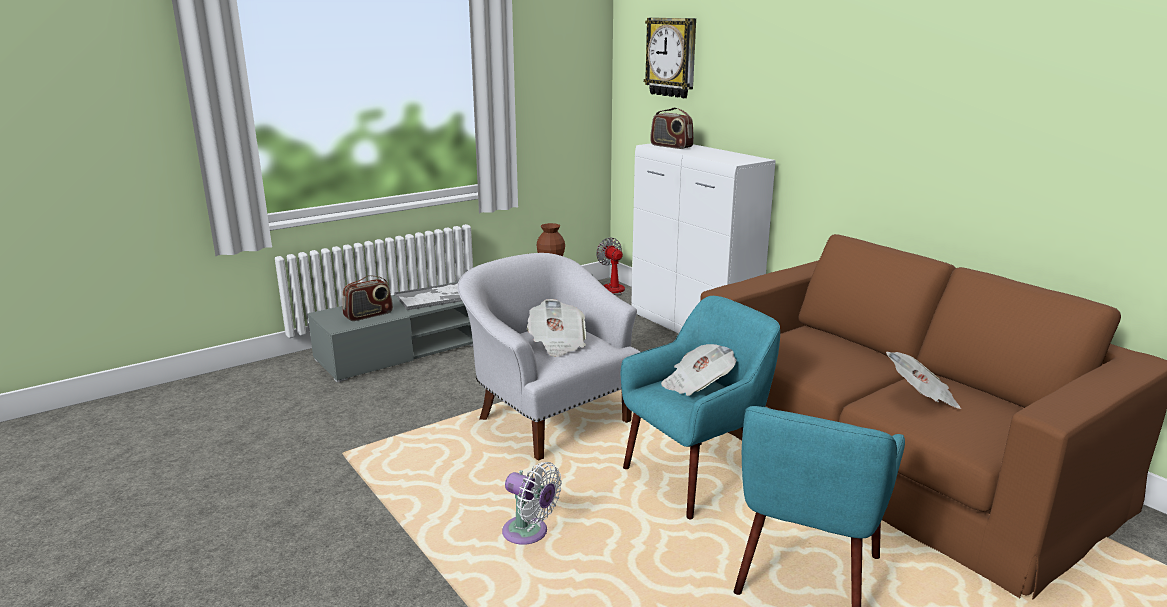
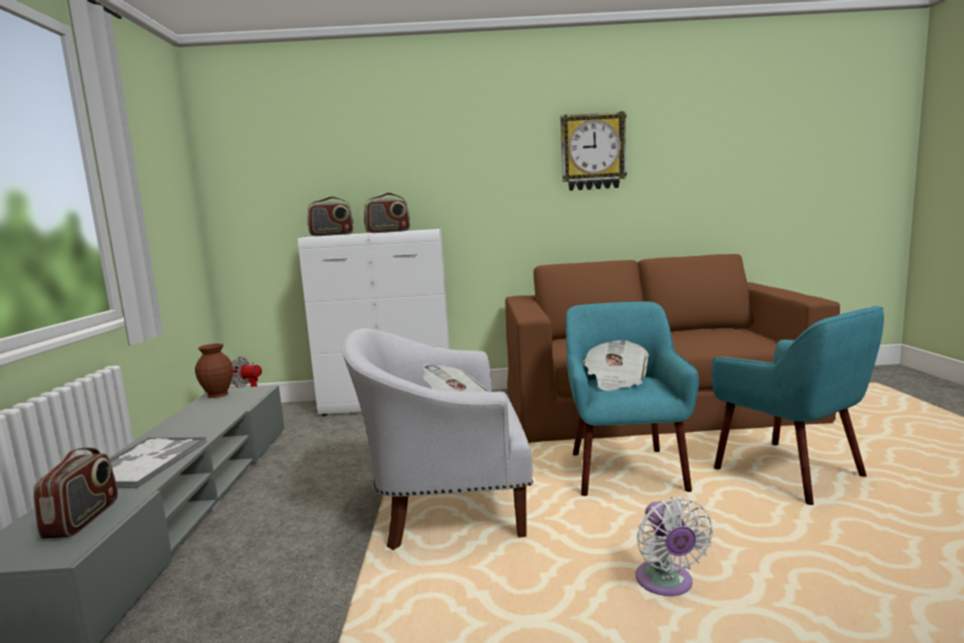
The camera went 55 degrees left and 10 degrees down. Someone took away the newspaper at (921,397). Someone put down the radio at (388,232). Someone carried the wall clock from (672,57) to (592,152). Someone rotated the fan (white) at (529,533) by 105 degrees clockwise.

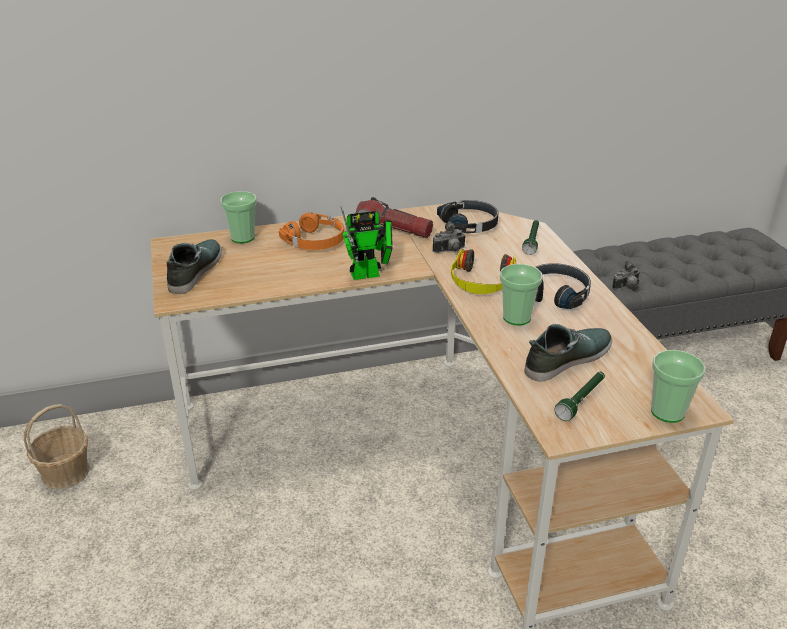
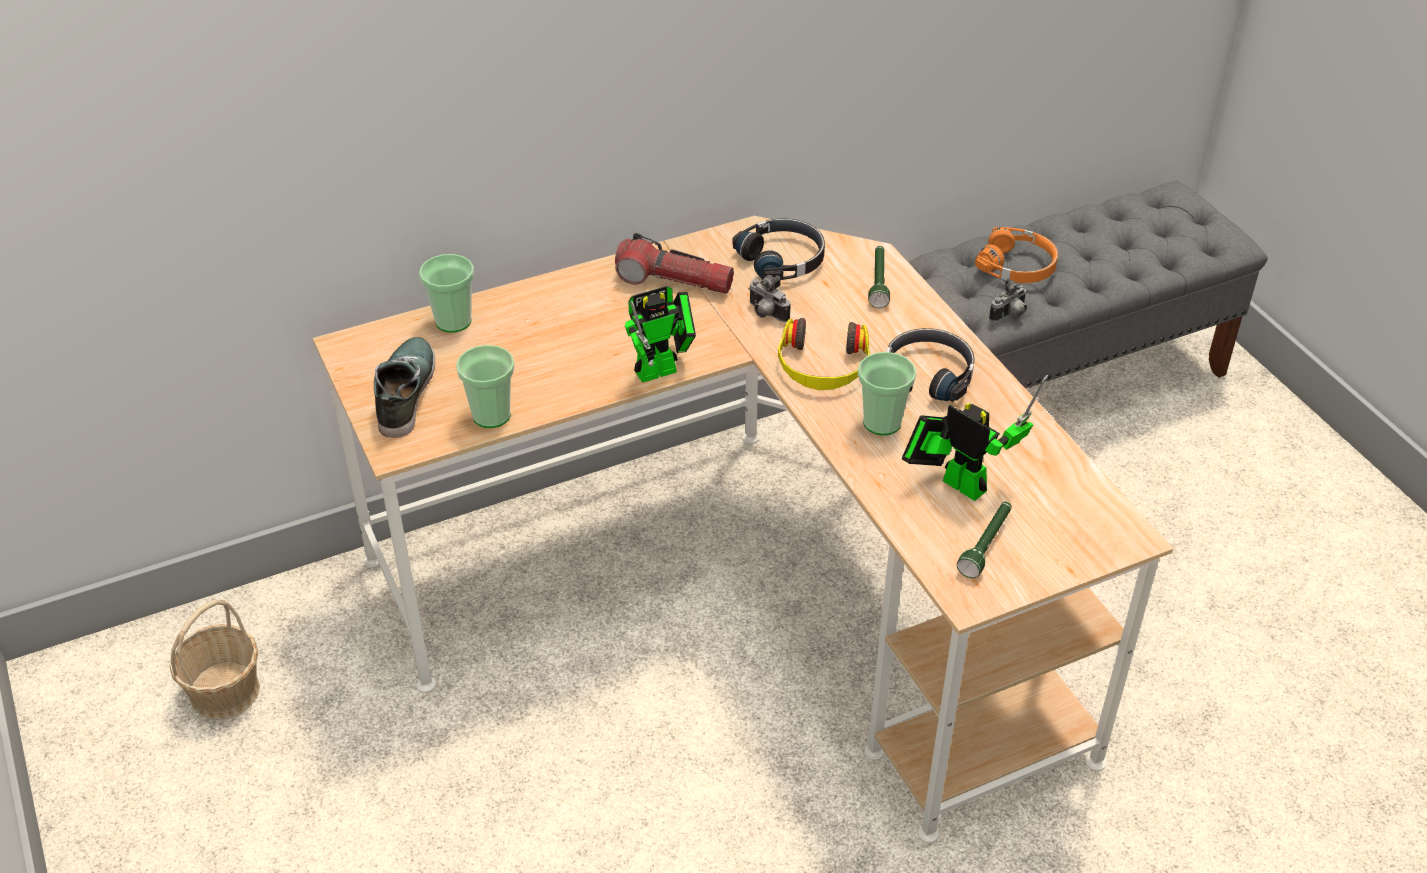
The camera went 10 degrees left and 10 degrees up. Someone carried the headphones (orange) from (315,241) to (1017,266). Someone carried the cup from (667,412) to (491,415). Someone swapped the shoe at (566,358) for the toy robot at (958,482). Someone rotated the photo camera at (450,251) by 75 degrees clockwise.

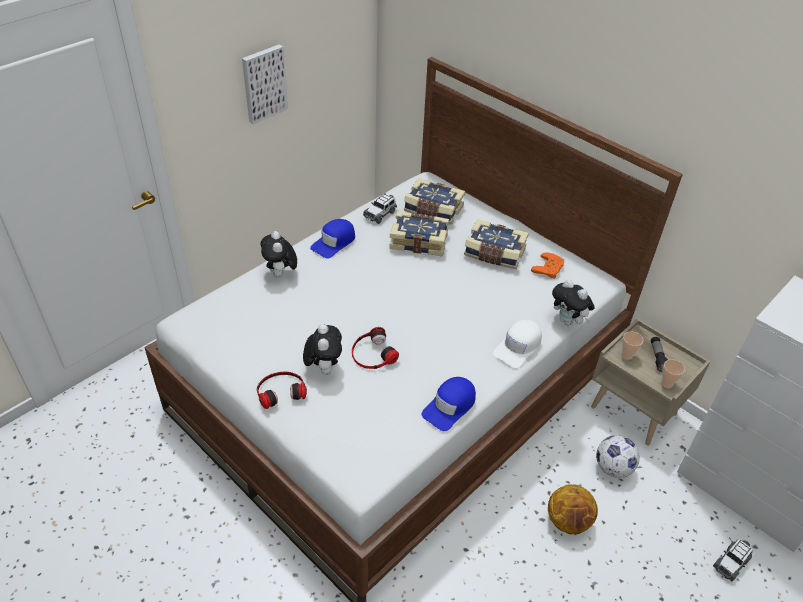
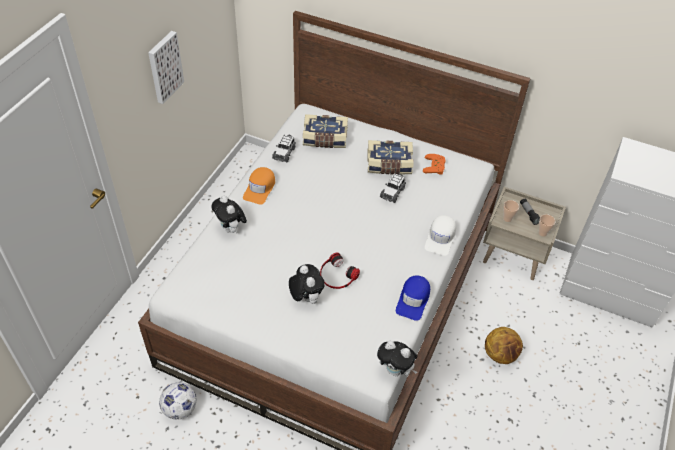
The camera went 20 degrees left and 5 degrees up. Someone took away the headphones at (280,391). Someone took away the book at (419,240). Someone carried the plush toy from (568,321) to (395,370). Someone carried the football from (613,468) to (180,409). Someone carried the toy car from (731,563) to (393,192). Someone repainted the cap (blue) at (334,242), which became the cap (orange) at (260,188).

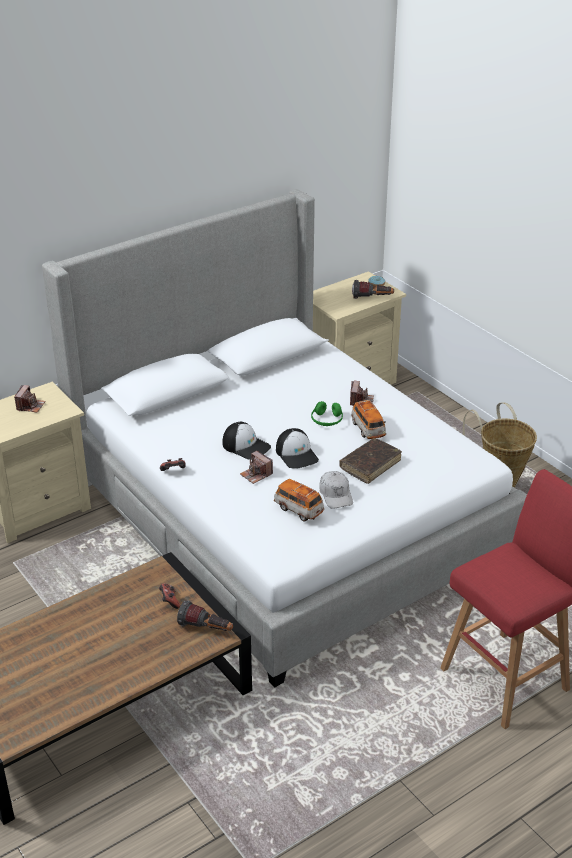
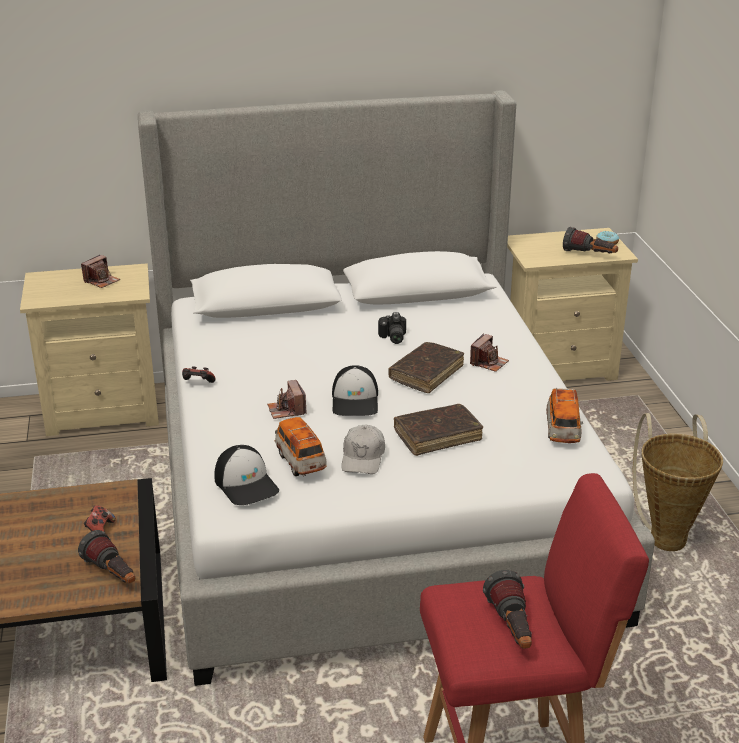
The camera went 25 degrees right and 5 degrees down. Someone put down the photo camera at (392,338). Someone put down the flashlight at (512,629). Someone carried the cap from (246,446) to (246,484). Someone carried the toy car from (368,429) to (562,430). Someone swapped the headphones (green) at (327,420) for the book (brown) at (426,373).

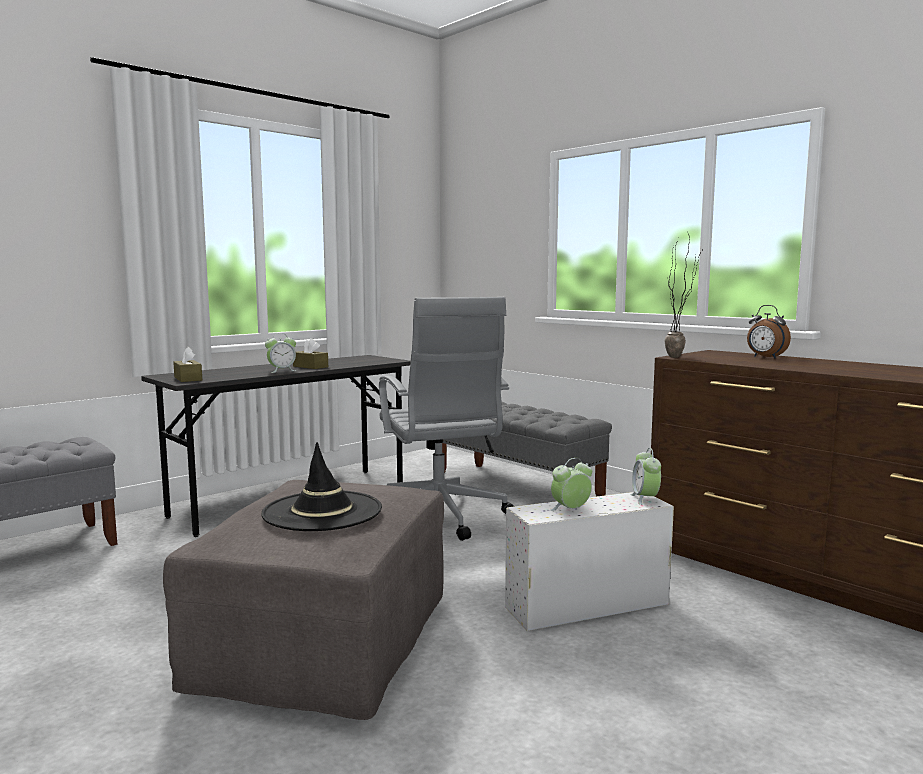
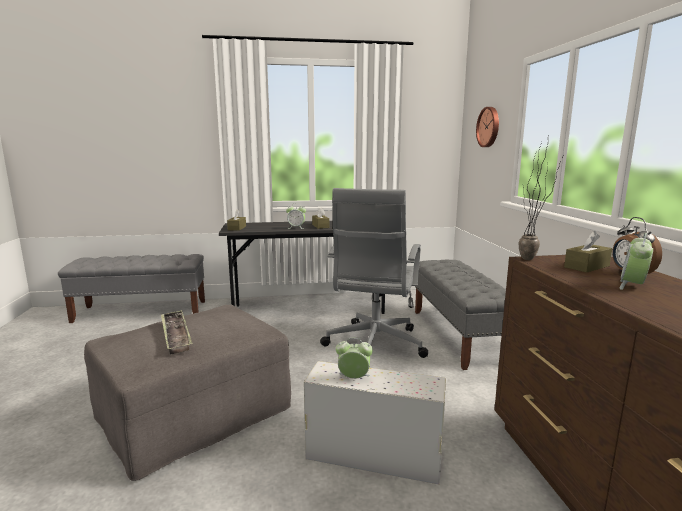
The camera went 35 degrees right and 5 degrees up. Someone put up the wall clock at (489,127). Someone put down the tissue box (brown) at (586,266). Someone carried the alarm clock from (645,499) to (632,286). Someone swapped the hat (black) at (322,511) for the tray at (176,335).

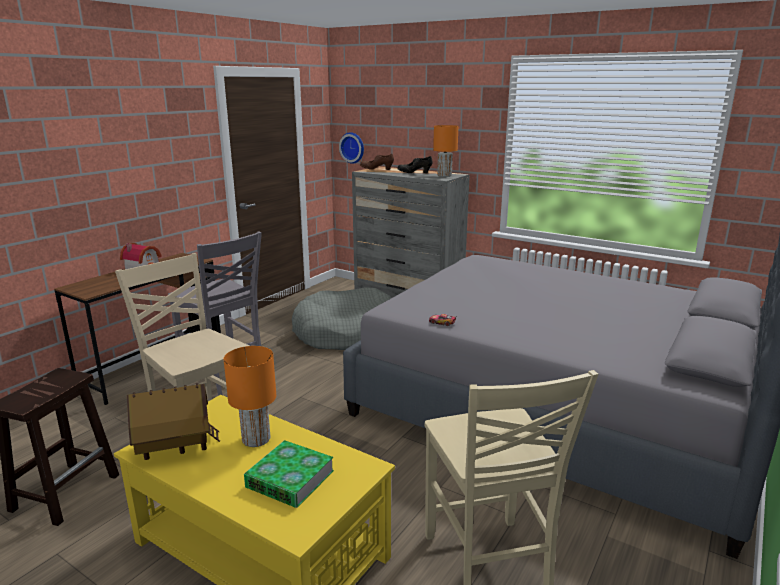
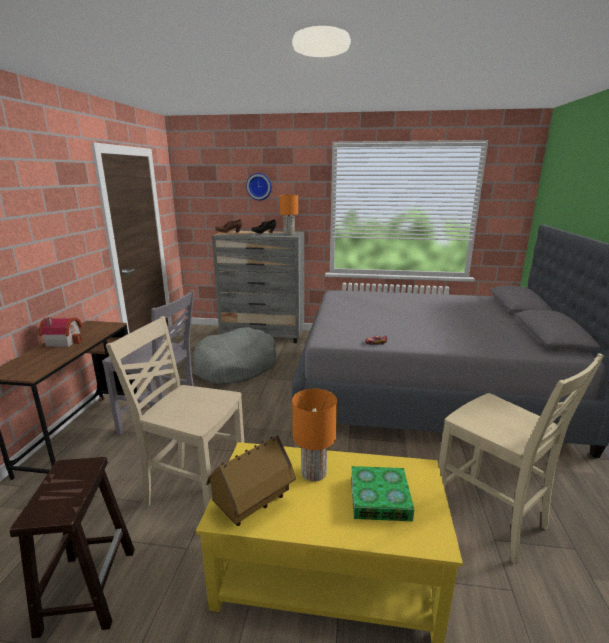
The camera went 25 degrees left and 0 degrees up. Someone carried the wall clock from (353,147) to (259,186).

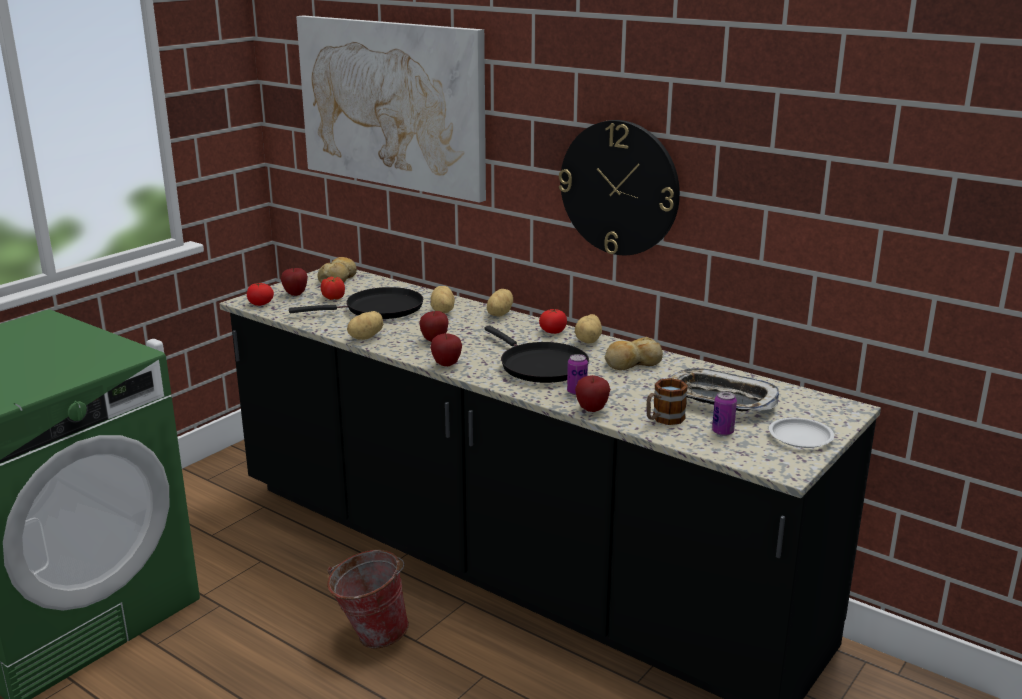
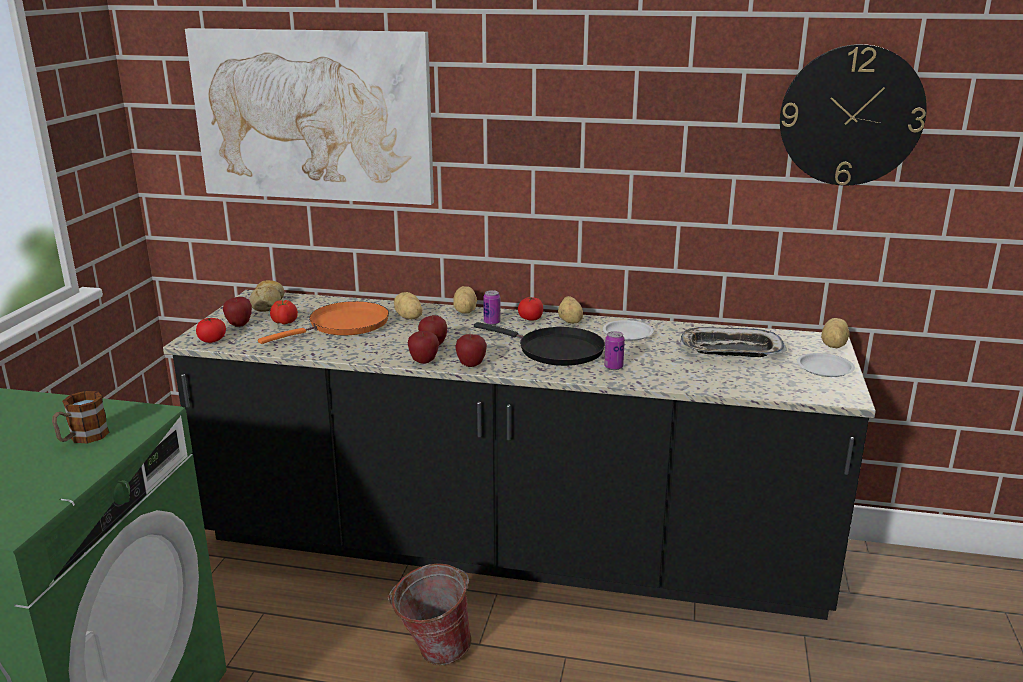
The camera went 25 degrees left and 0 degrees up. Someone carried the potato from (365,337) to (832,345). Someone carried the wall clock from (619,188) to (851,116). Someone carried the apple from (592,409) to (424,362). Someone carried the mug from (663,419) to (82,438). Someone carried the can from (722,432) to (492,322). Someone swapped the bread at (632,363) for the plate (white) at (628,334). Someone repainted the frying pan (black) at (379,309), which became the frying pan (orange) at (344,325).

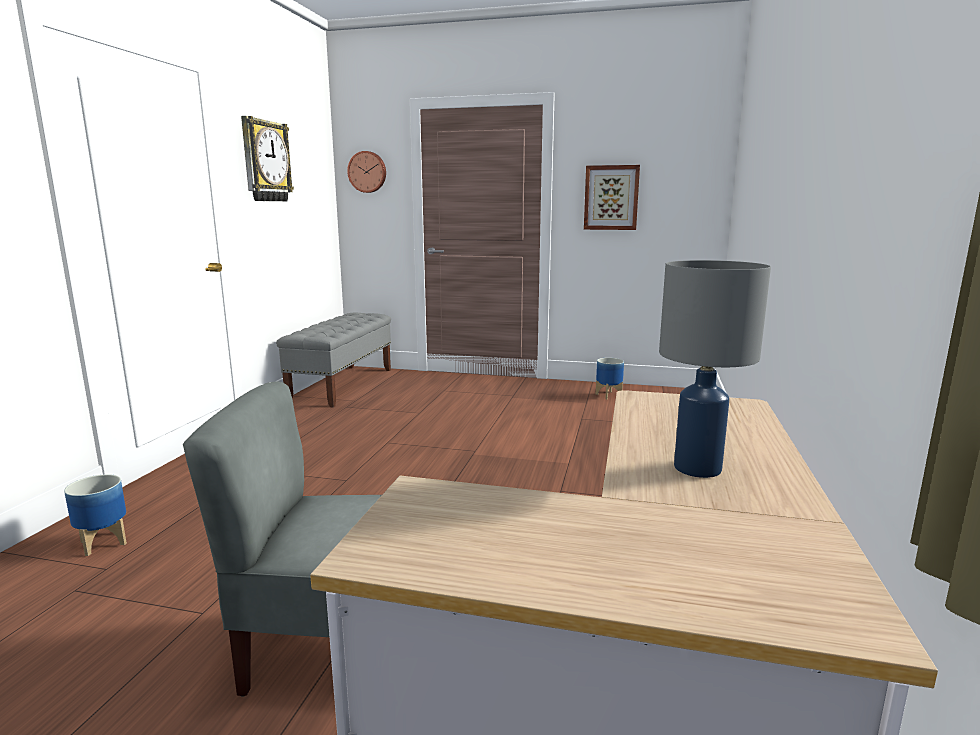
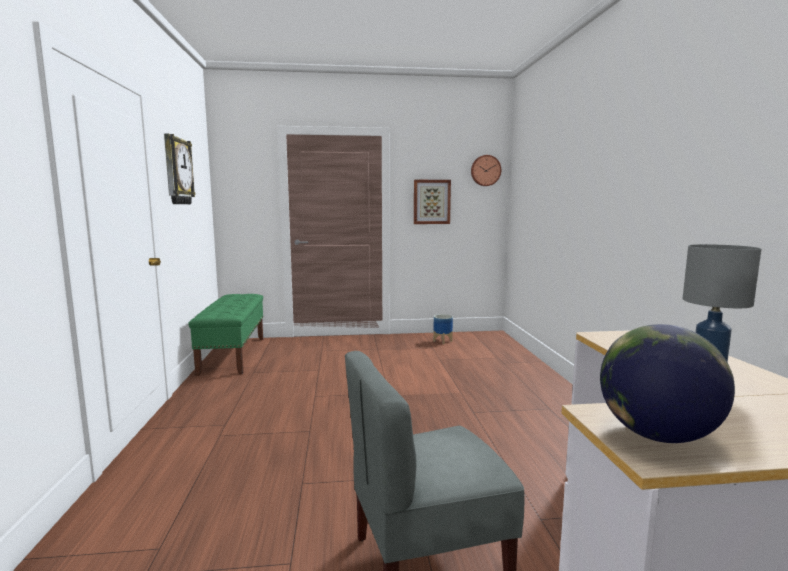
The camera went 20 degrees left and 5 degrees down. Someone took away the planter at (102,543). Someone put down the globe at (657,436). Someone carried the wall clock from (367,172) to (485,170). Someone repainted the bench (grey) at (342,385), which became the bench (green) at (233,355).

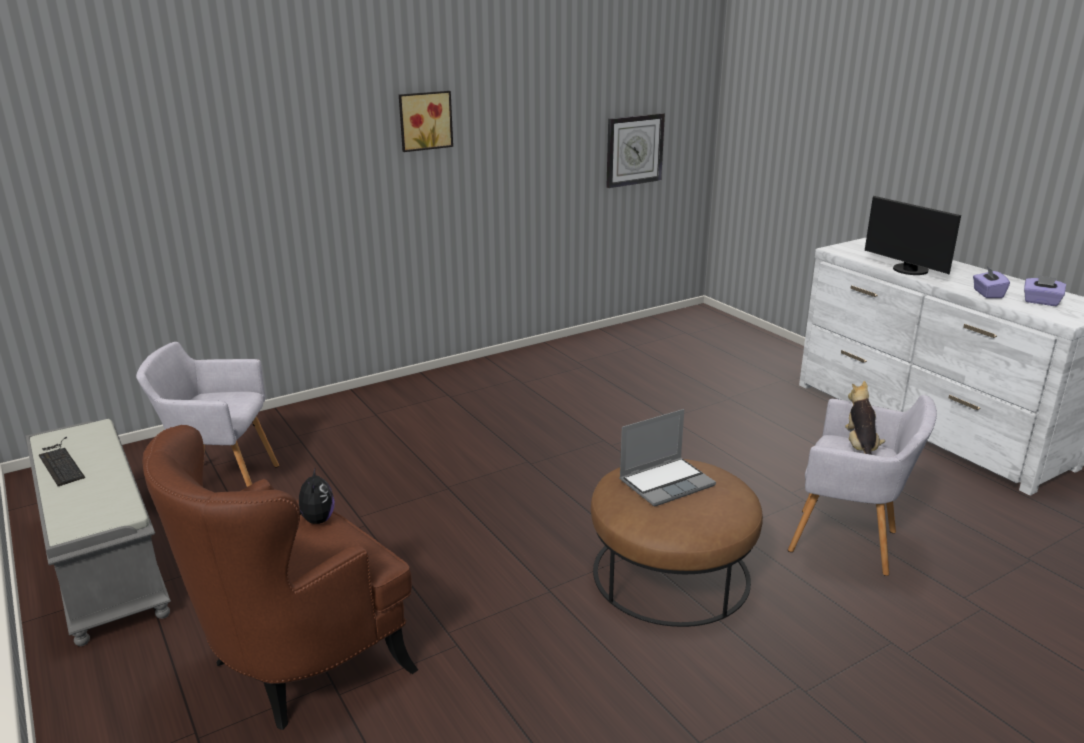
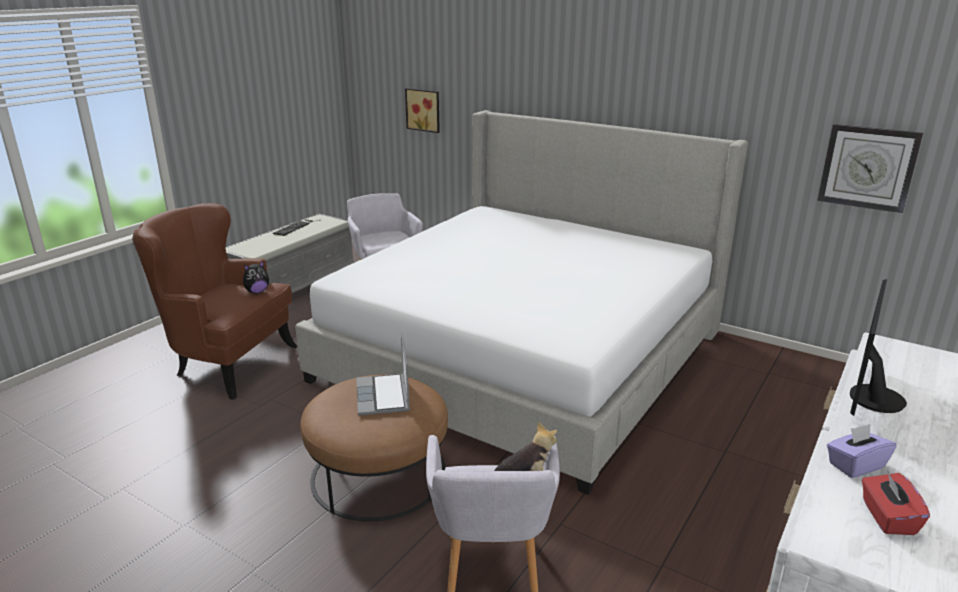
The camera went 65 degrees right and 0 degrees up. Someone put down the bed at (523,355). Someone carried the picture from (424,120) to (424,110). Someone repainted the tissue box (purple) at (1041,302), which became the tissue box (red) at (887,518). Someone rotated the laptop at (666,482) by 45 degrees clockwise.

